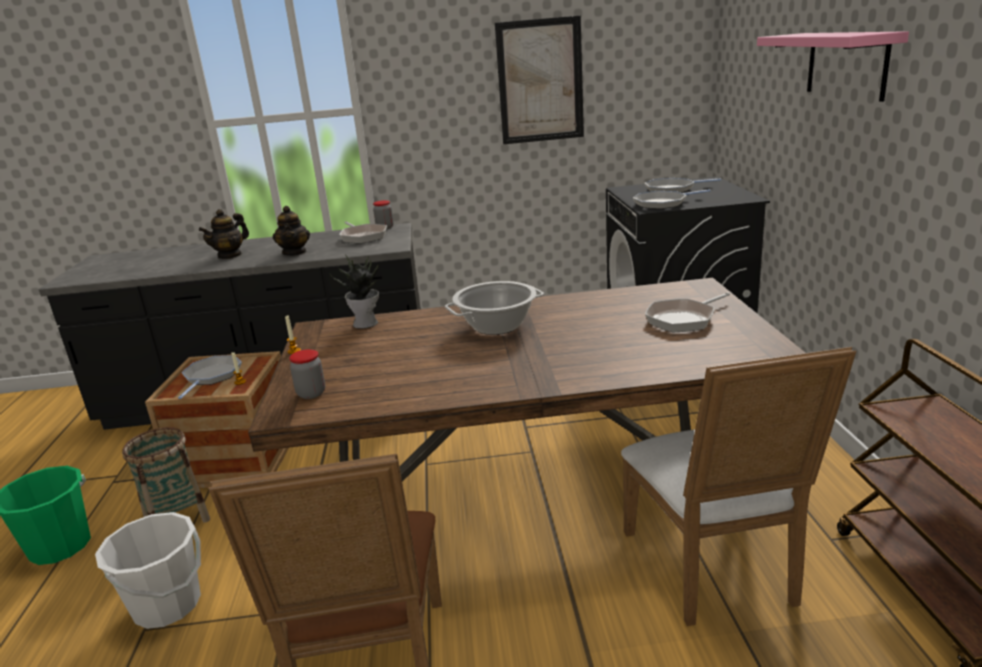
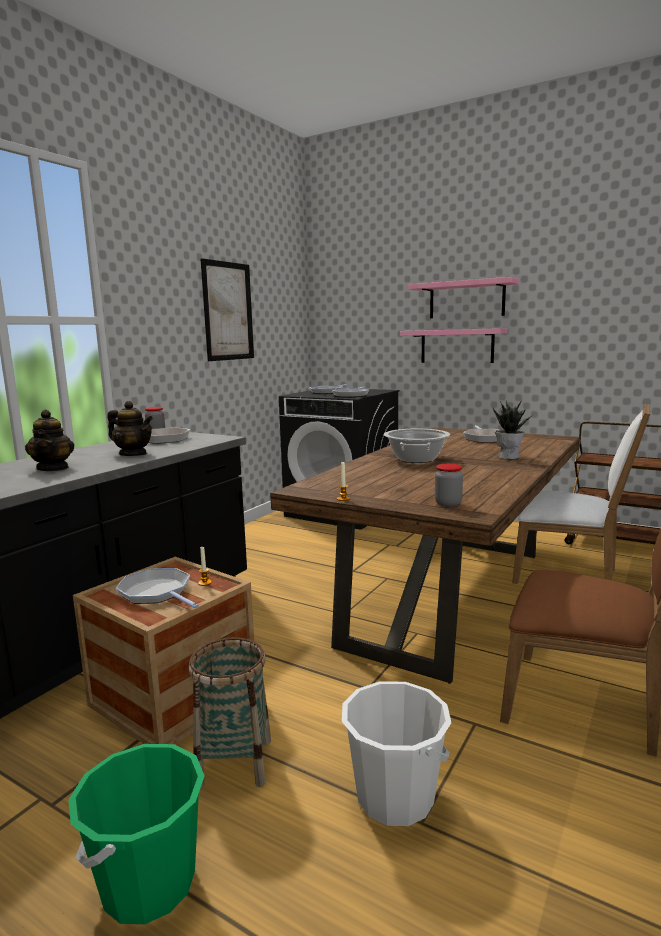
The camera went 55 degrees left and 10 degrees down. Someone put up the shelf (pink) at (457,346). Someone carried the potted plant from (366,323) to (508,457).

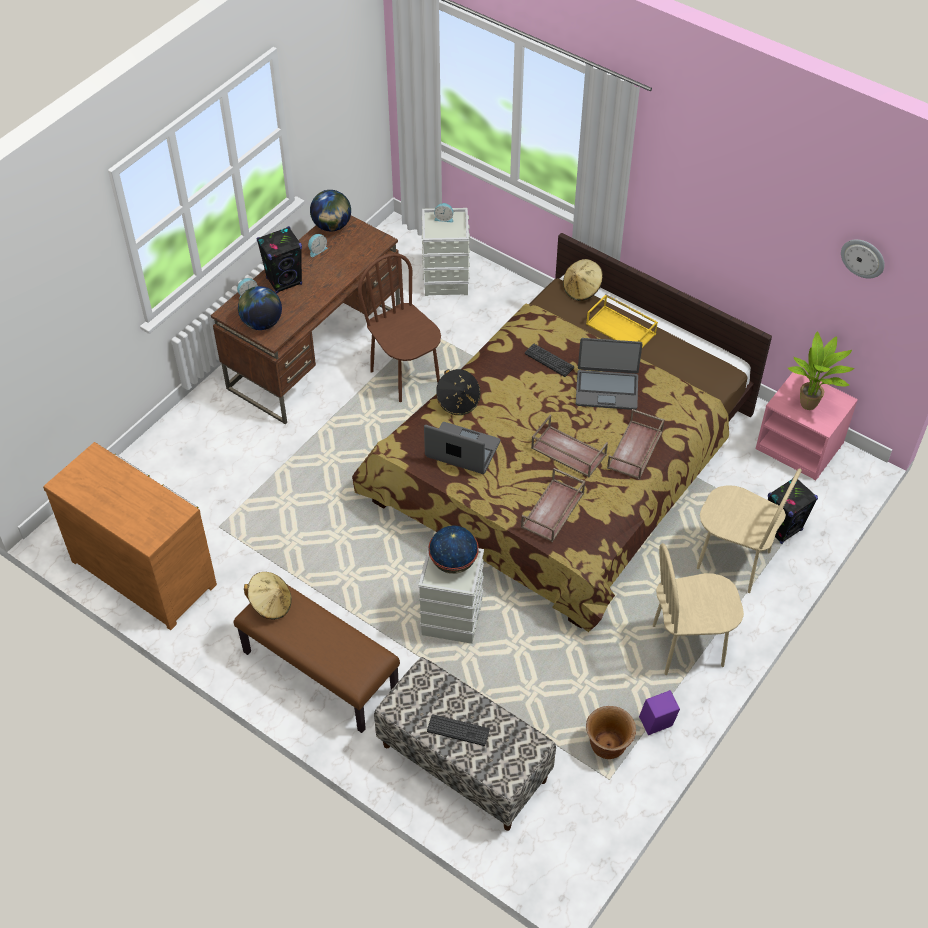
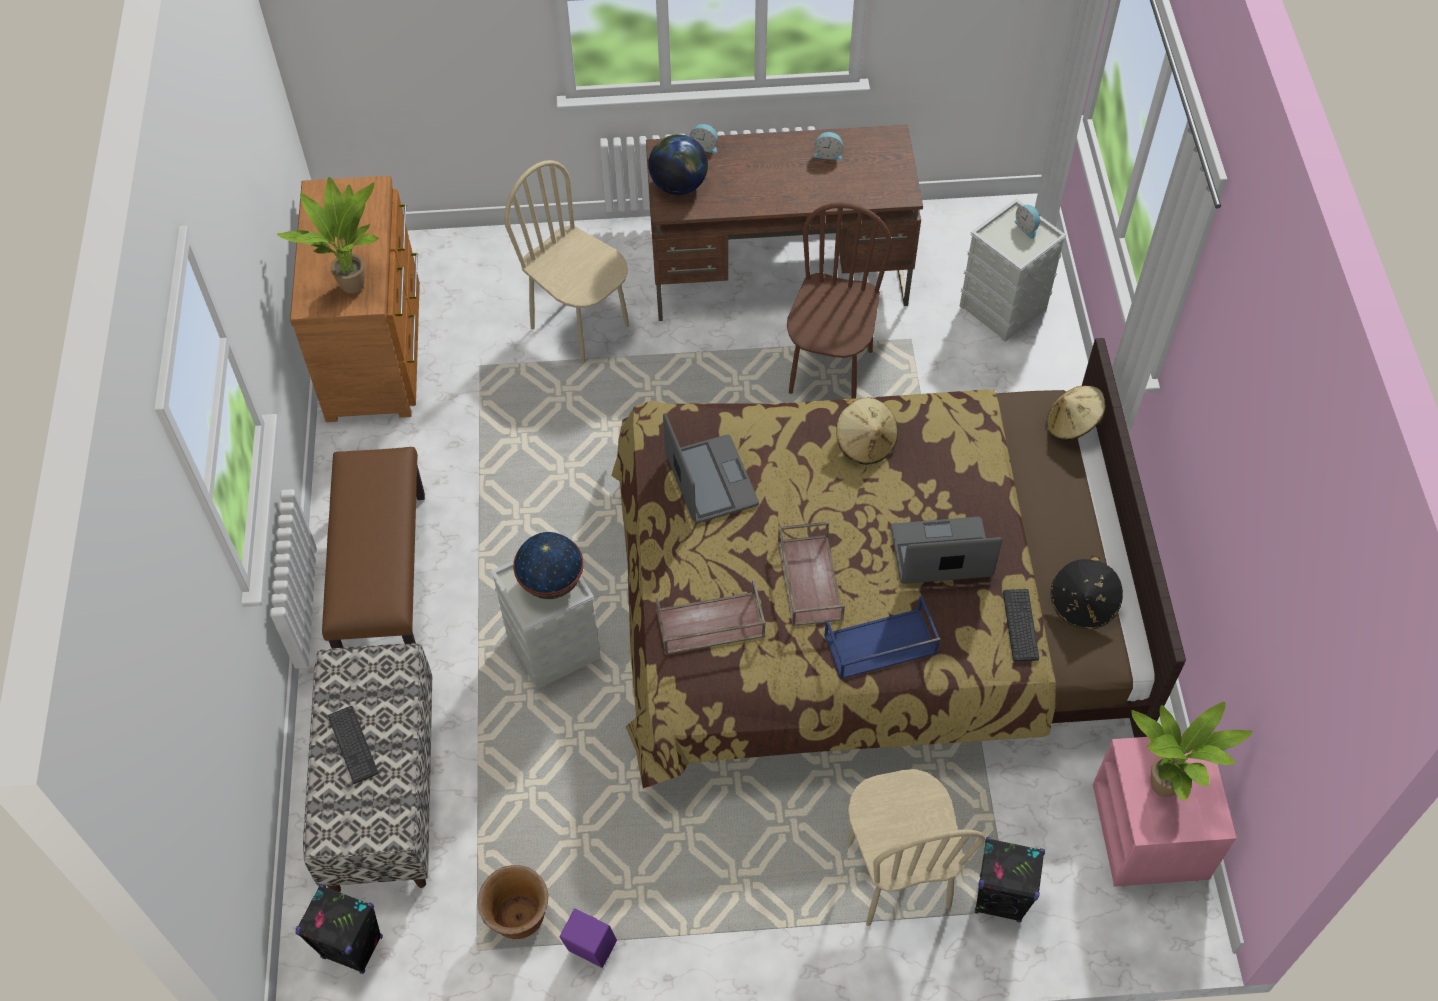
The camera went 50 degrees right and 5 degrees up. Someone took away the globe at (332,226). Someone took away the tray (yellow) at (622,329). Someone took away the wall clock at (863,258). Someone put down the potted plant at (352,283). Someone carried the hat (beige) from (270,604) to (865,443). Someone carried the speaker (black) from (284,281) to (353,947). Someone carried the hat (black) from (458,401) to (1083,605). Someone carried the keyboard from (549,360) to (1020,625). Someone carried the chair (beige) from (687,646) to (580,326). Someone repainted the tray (brown) at (635,450), which became the tray (blue) at (879,645). Someone rotated the laptop at (606,389) by 120 degrees clockwise.

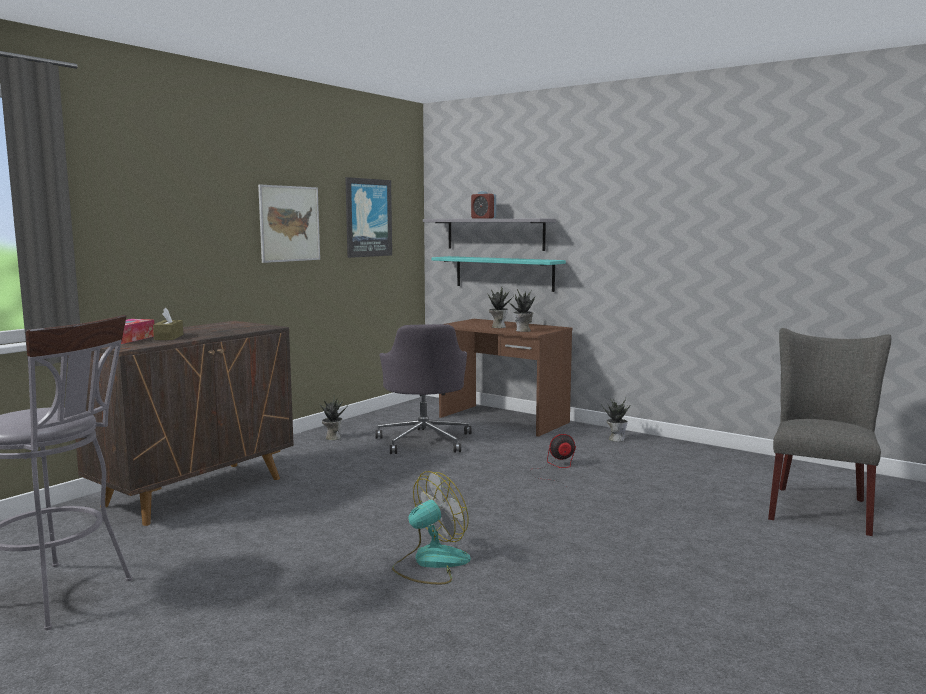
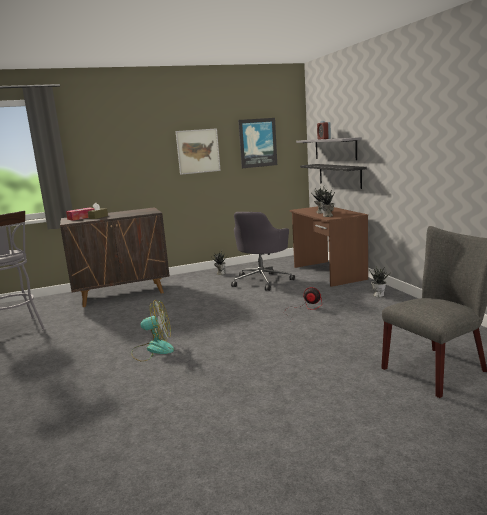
The camera went 35 degrees right and 5 degrees up. Someone repainted the shelf (turquoise) at (504,273), which became the shelf (black) at (339,175).

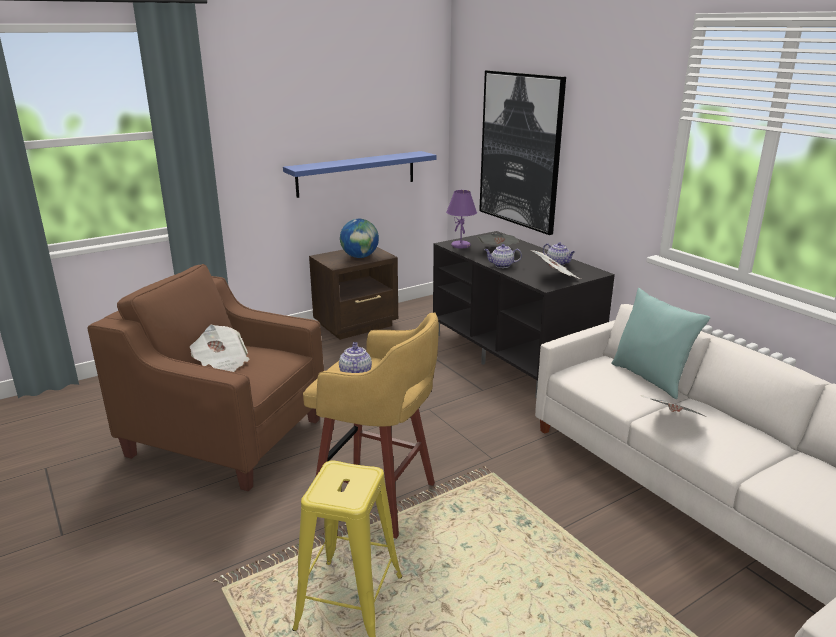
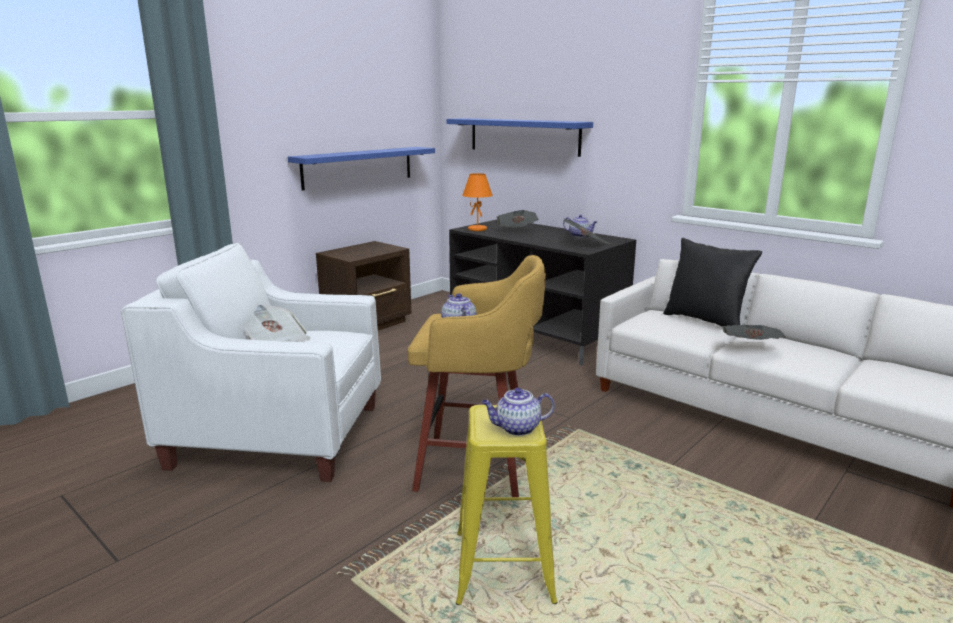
The camera went 15 degrees left and 5 degrees down. Someone took away the globe at (360,257). Someone carried the teapot from (501,265) to (517,428). Someone swapped the picture at (520,150) for the shelf (blue) at (523,136). Someone repainted the armchair (brown) at (226,437), which became the armchair (white) at (278,435). Someone repainted the table lamp (purple) at (461,245), which became the table lamp (orange) at (477,229). Someone repainted the pillow (turquoise) at (651,378), which became the pillow (black) at (705,320).

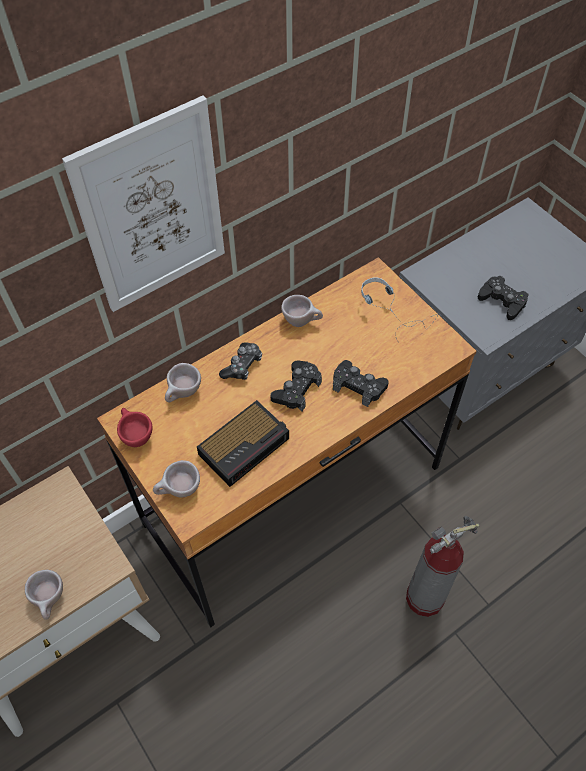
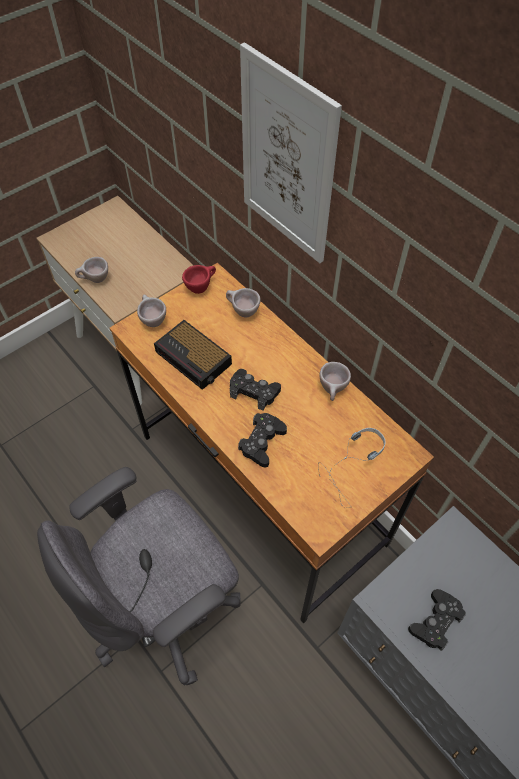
The camera went 85 degrees right and 0 degrees up. Someone took away the game controller at (242,366). Someone swapped the fire extinguisher at (424,598) for the office chair (grey) at (167,607).

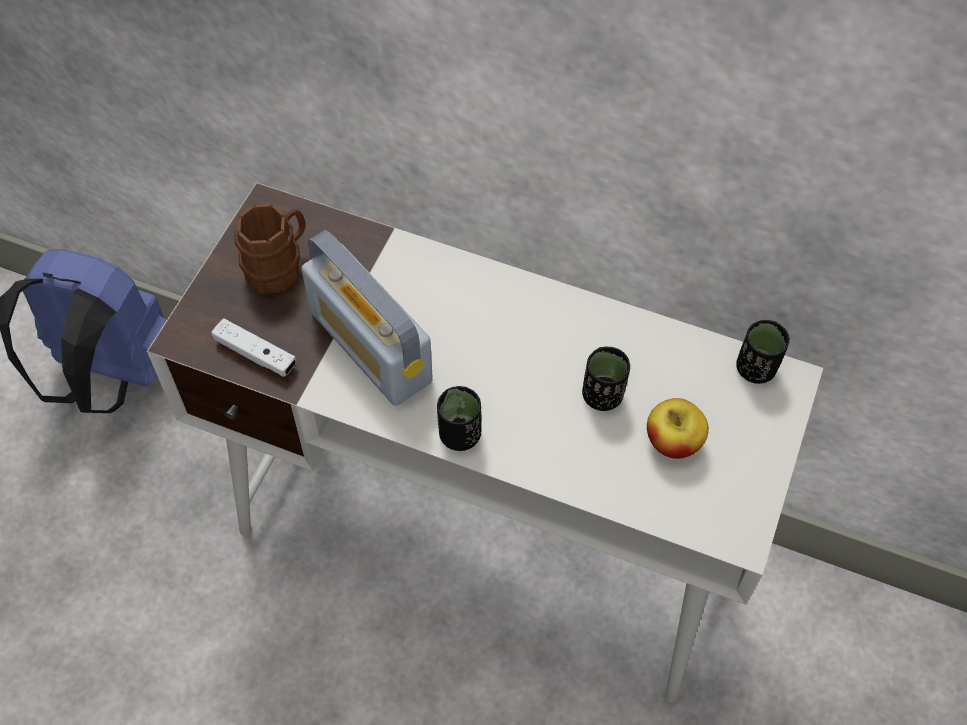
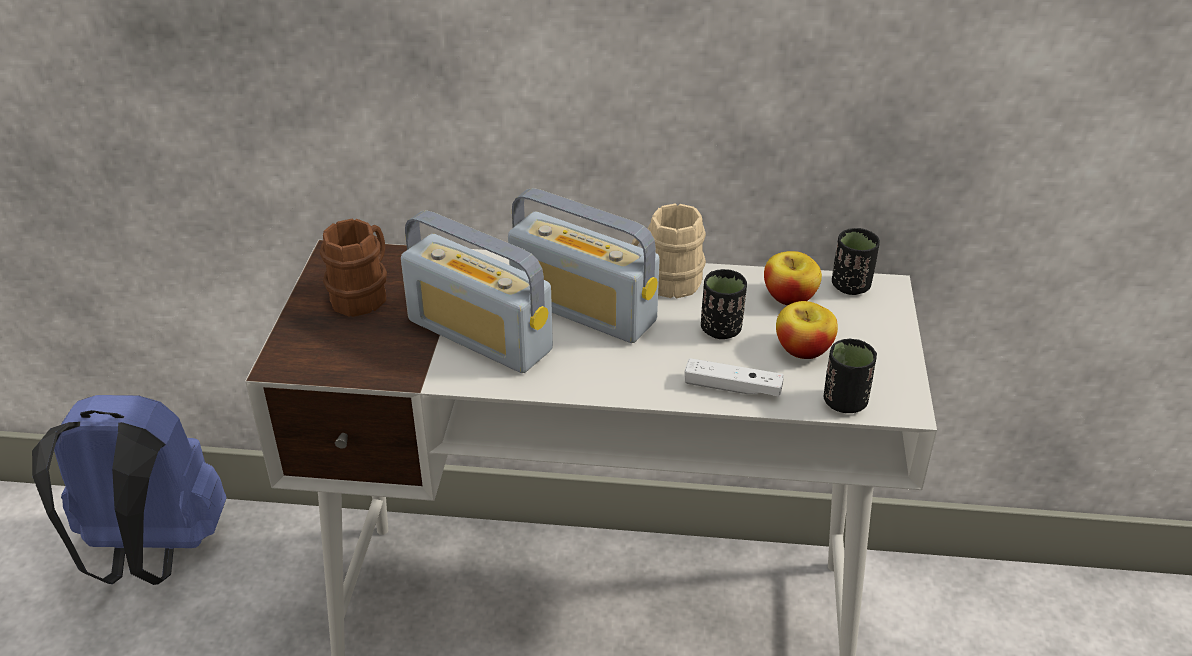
The camera went 15 degrees left and 20 degrees down. Someone put down the radio at (583,309). Someone put down the mug (beige) at (665,283). Someone put down the apple at (789,297). Someone carried the game controller (white) from (255,354) to (732,387). Someone carried the cup (black) from (459,434) to (844,402).

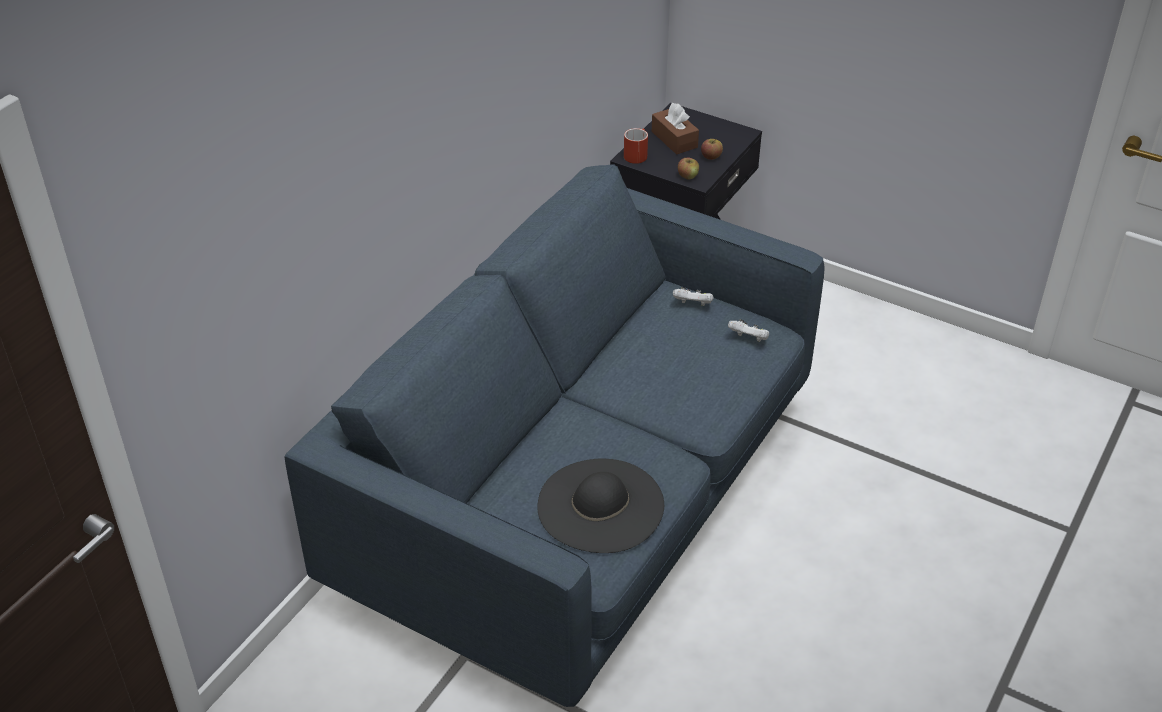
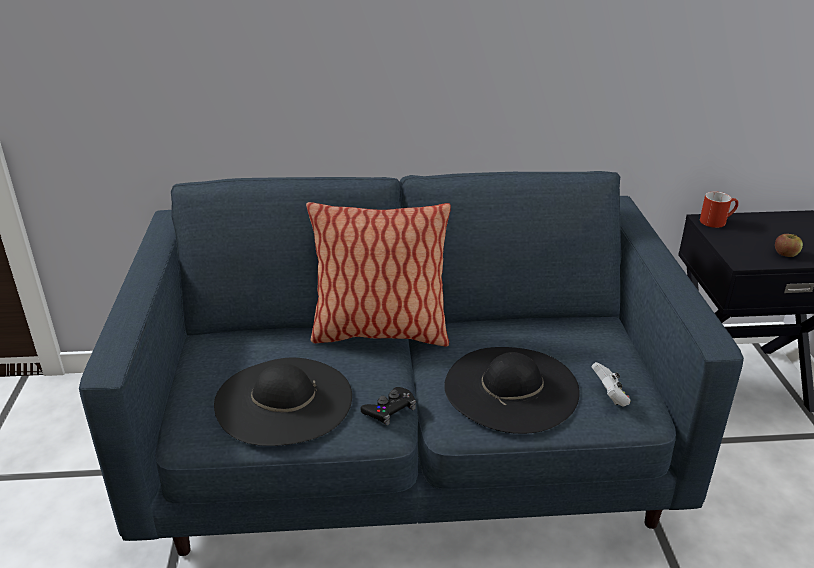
The camera went 55 degrees right and 10 degrees down. Someone took away the tissue box (brown) at (674,139). Someone took away the game controller (white) at (693,305). Someone took away the apple at (688,176). Someone put down the pillow at (379,333). Someone put down the game controller (black) at (389,410). Someone put down the hat (black) at (511,388).

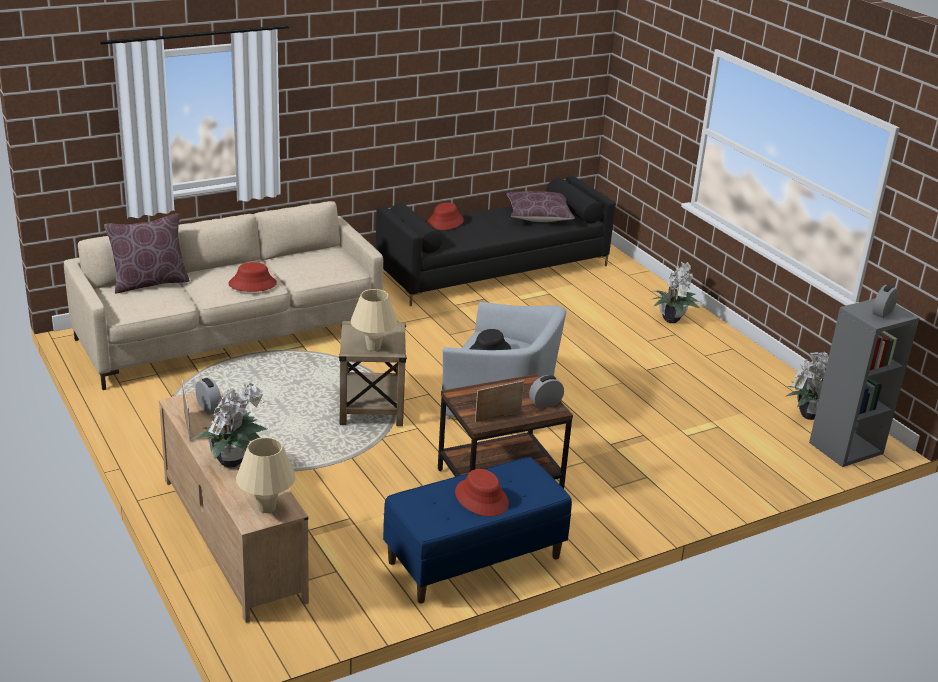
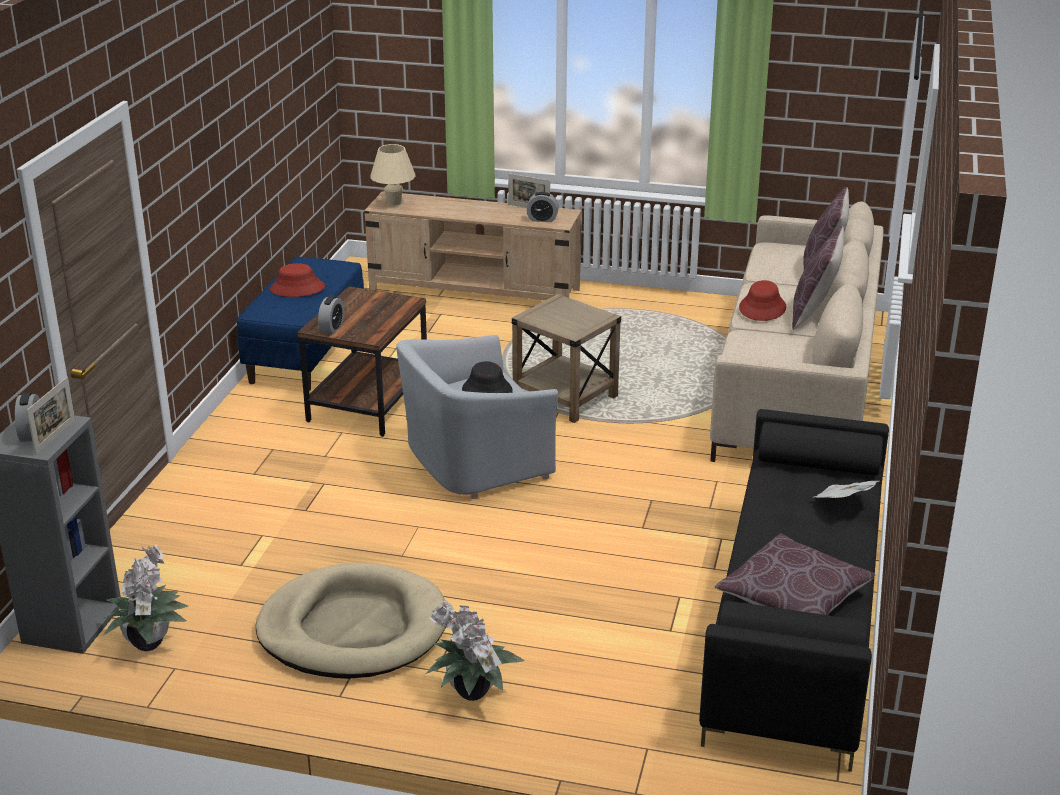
The camera went 135 degrees right and 0 degrees up. Someone took away the potted plant at (233,461). Someone took away the table lamp (beige) at (373,347). Someone put down the dog bed (beige) at (353,628). Someone put down the pillow (brown) at (814,313). Someone carried the picture frame from (498,417) to (55,437). Someone swapped the hat (red) at (445,222) for the newspaper at (844,503).

